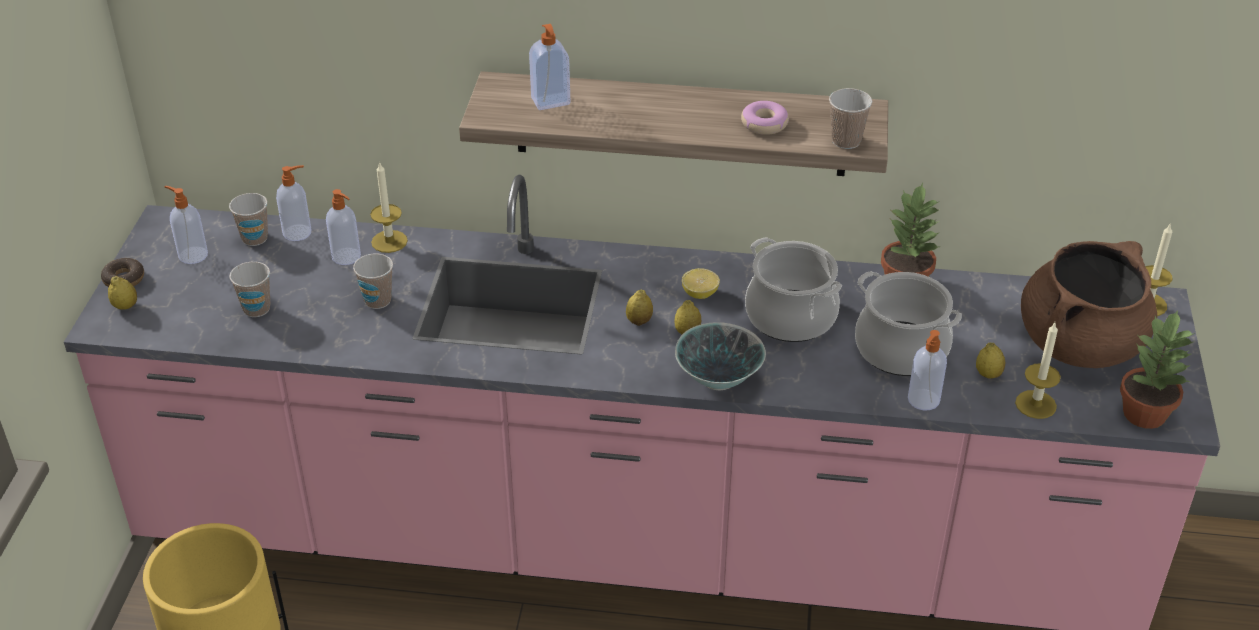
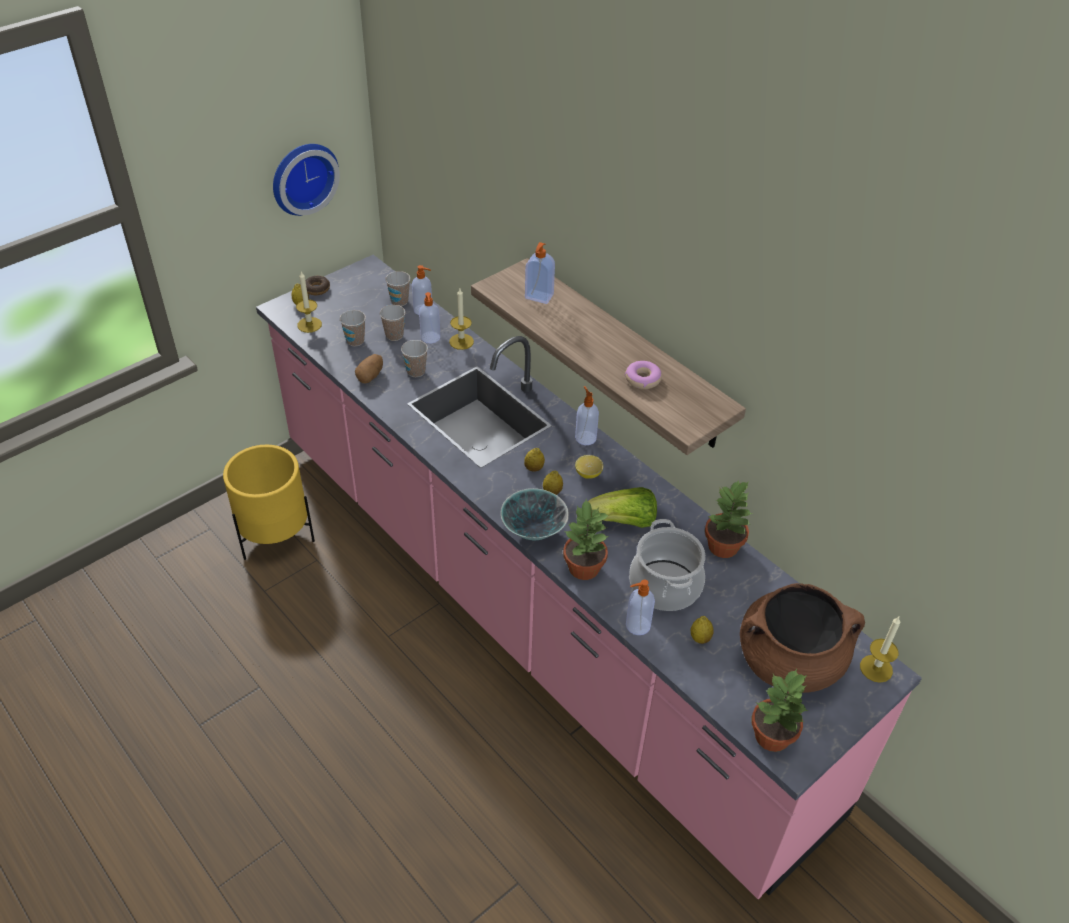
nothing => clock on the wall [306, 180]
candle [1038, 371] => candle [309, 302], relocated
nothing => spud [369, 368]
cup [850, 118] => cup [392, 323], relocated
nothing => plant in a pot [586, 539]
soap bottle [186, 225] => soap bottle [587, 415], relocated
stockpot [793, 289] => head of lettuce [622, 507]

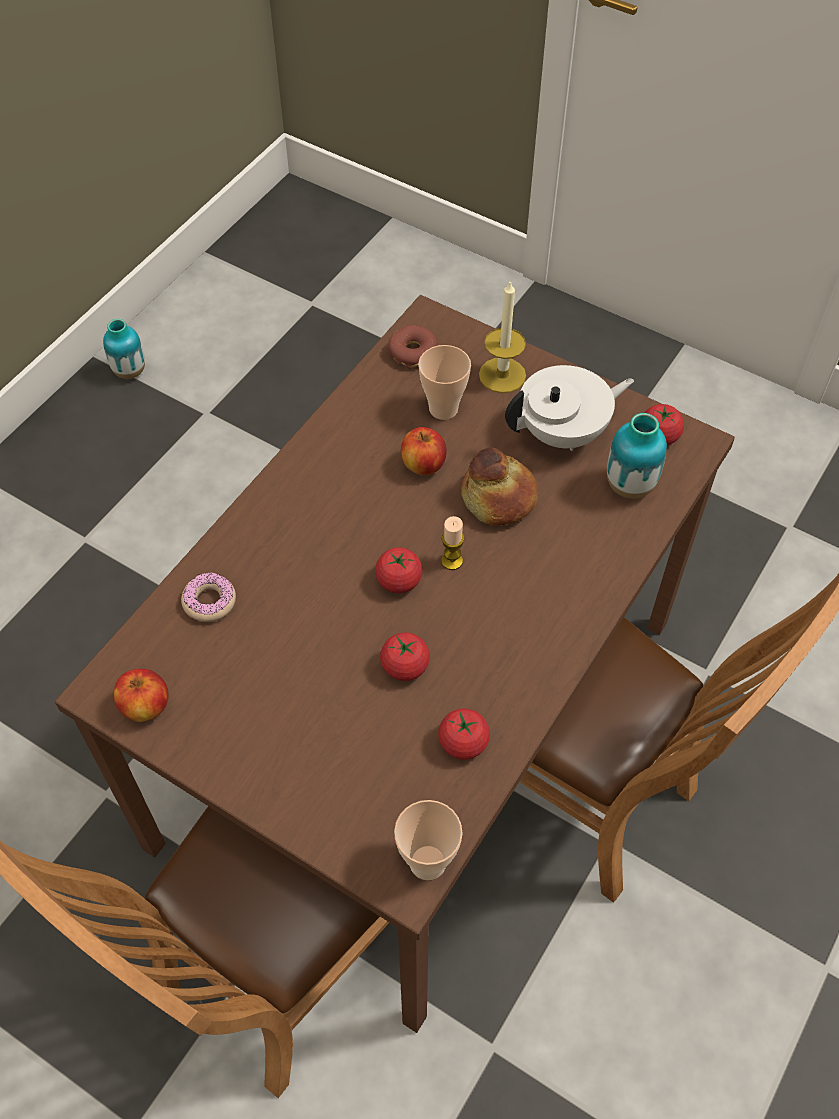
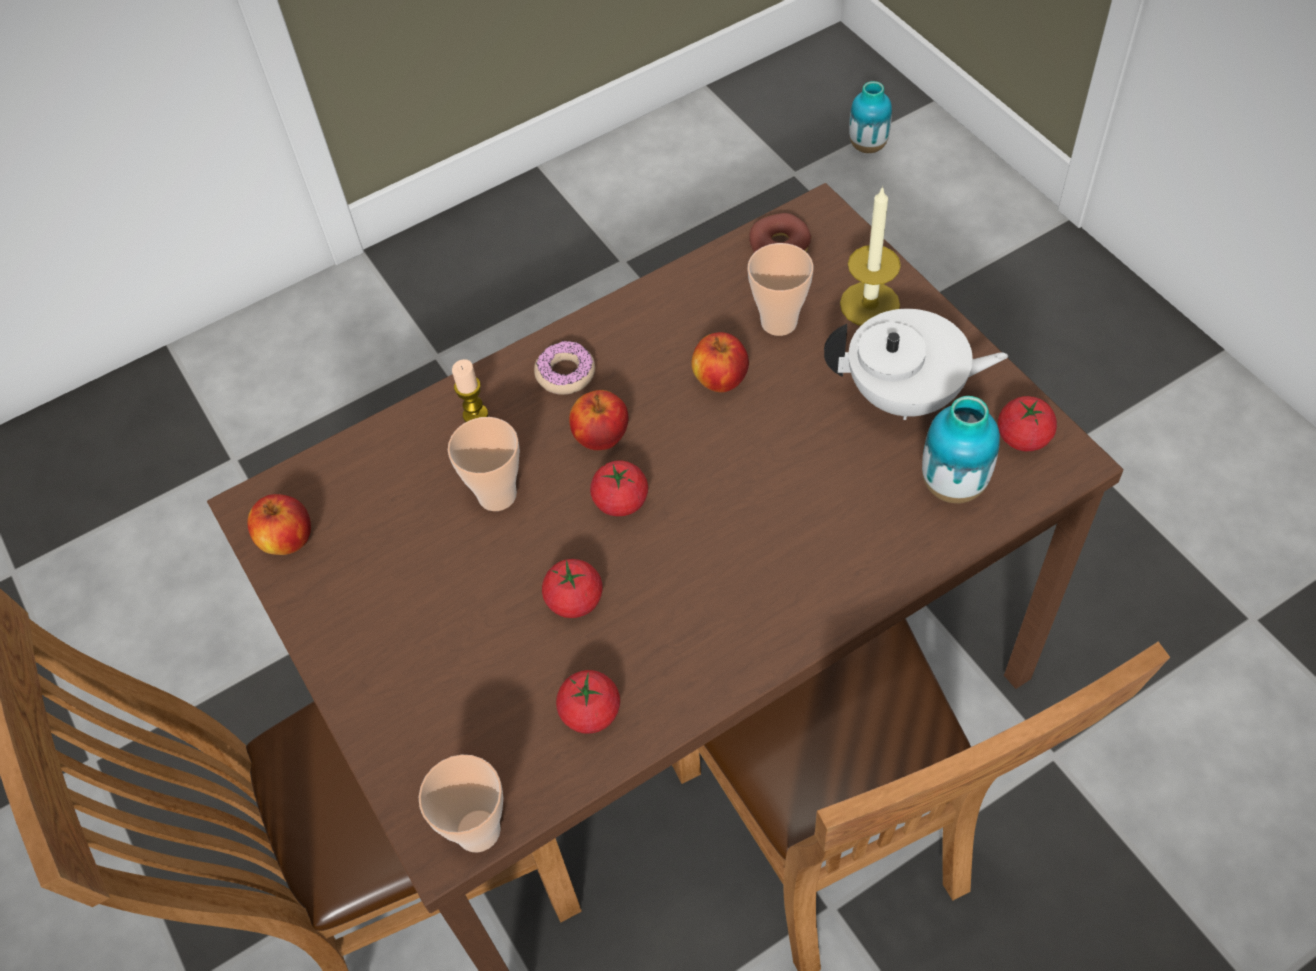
nothing => cup [484, 464]
candle [452, 543] => candle [470, 390], relocated
donut [208, 597] => donut [564, 367], relocated
nothing => apple [599, 420]
decorative vase [124, 349] => decorative vase [870, 117], relocated
bread [499, 486] => nothing

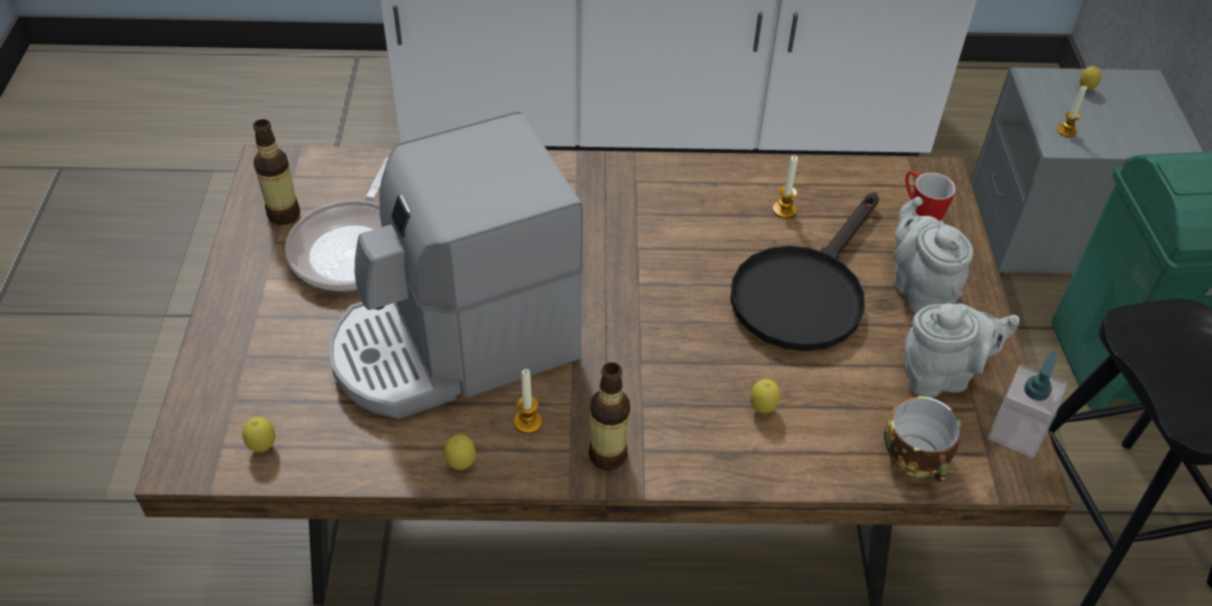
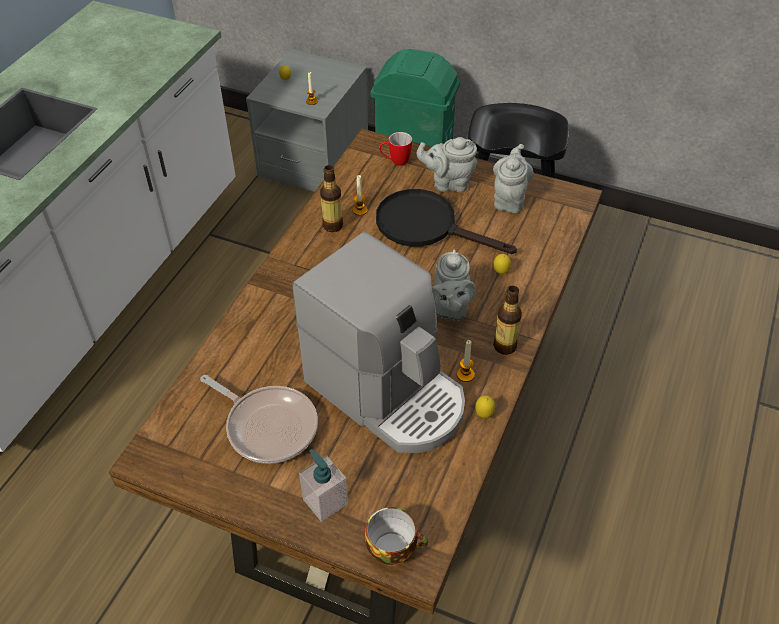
coffee brewer [456, 265] => coffee brewer [378, 342], 45 degrees counterclockwise
soap bottle [1027, 404] => soap bottle [323, 485], relocated
beverage bottle [276, 172] => beverage bottle [331, 198], relocated
cup [923, 439] => cup [396, 536], relocated
black-coloured pan [804, 271] => black-coloured pan [446, 221], 150 degrees clockwise
nothing => grey pot for tea [454, 285]
lemon [259, 434] => nothing

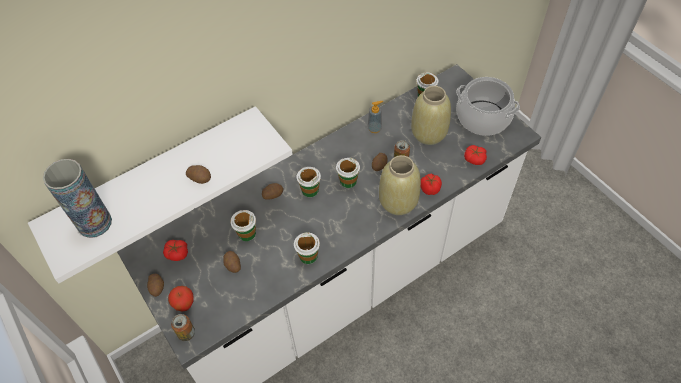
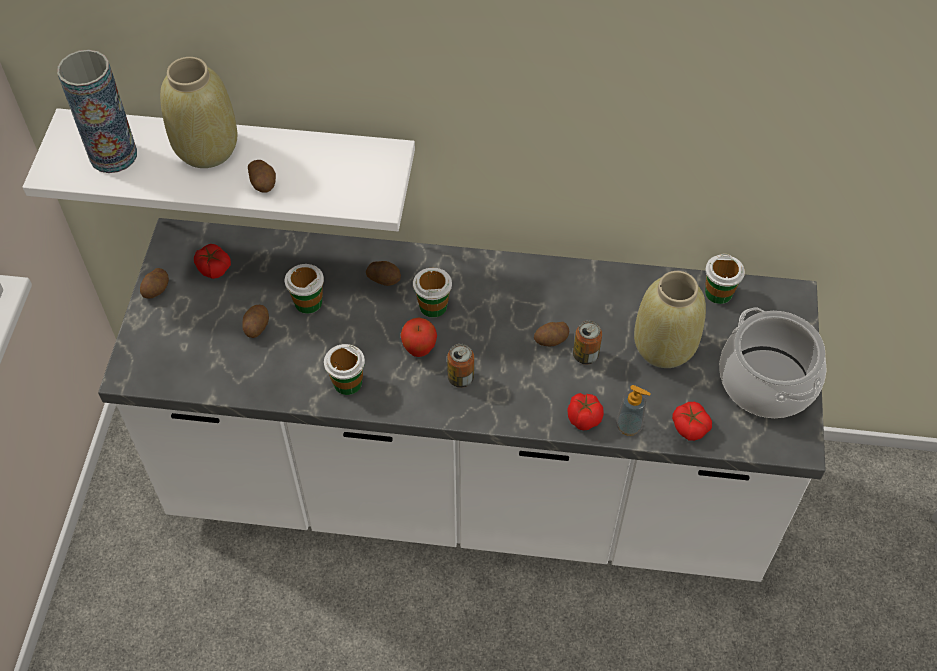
beige decorative vase [400, 185] => beige decorative vase [199, 112], relocated
apple [181, 298] => apple [418, 337], relocated
metal can [183, 327] => metal can [460, 366], relocated
soap bottle [375, 117] => soap bottle [633, 410], relocated
cup [348, 173] => nothing

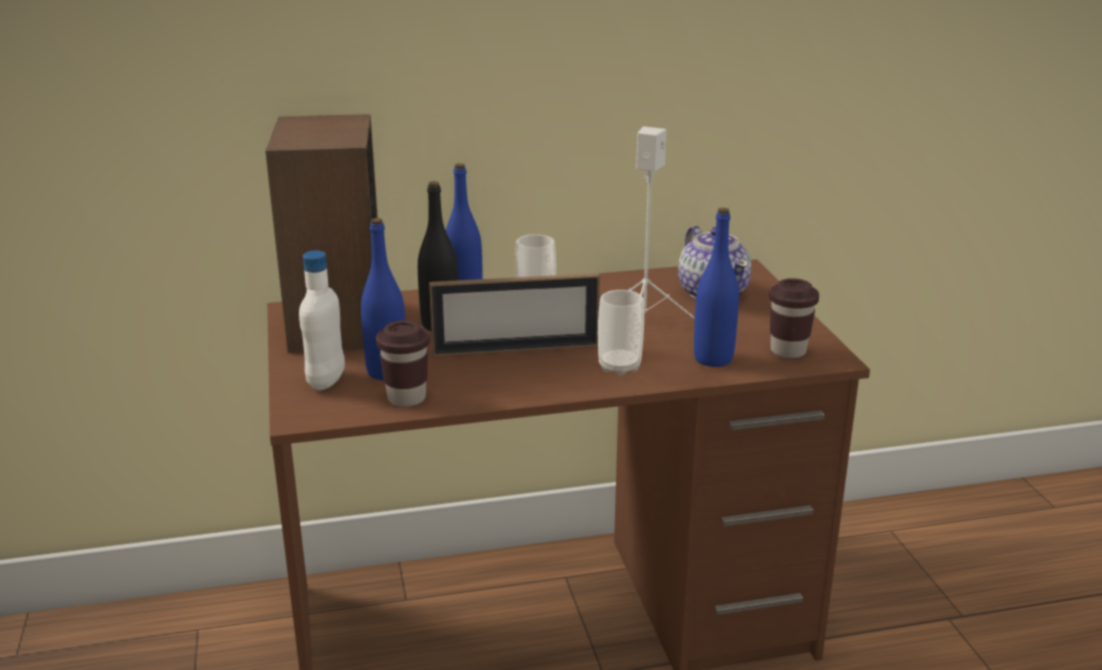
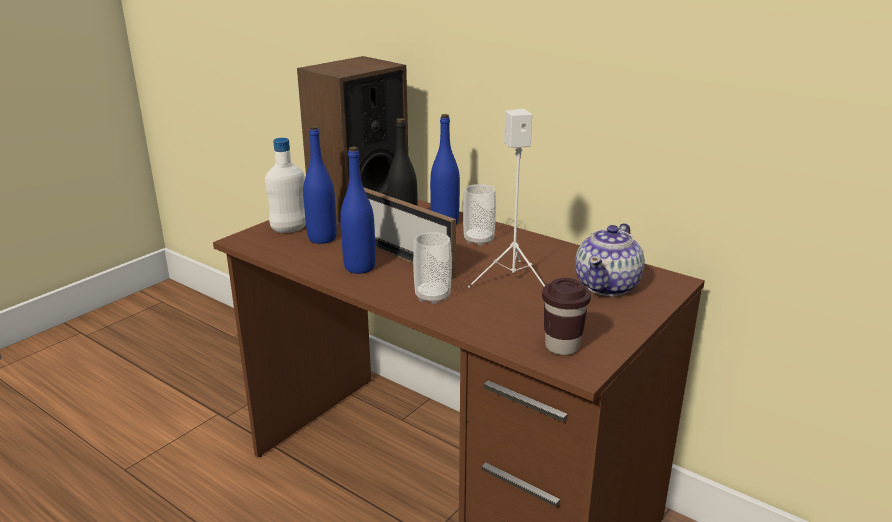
blue-coloured beverage bottle [716, 287] => blue-coloured beverage bottle [357, 210], relocated
brown-coloured cup [403, 363] => nothing

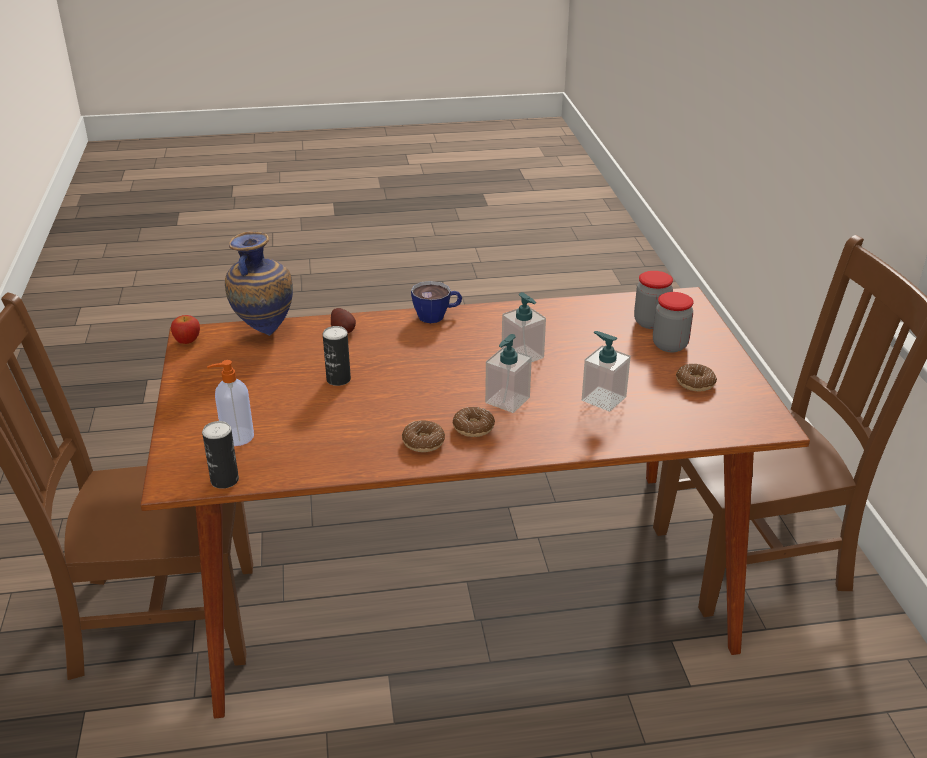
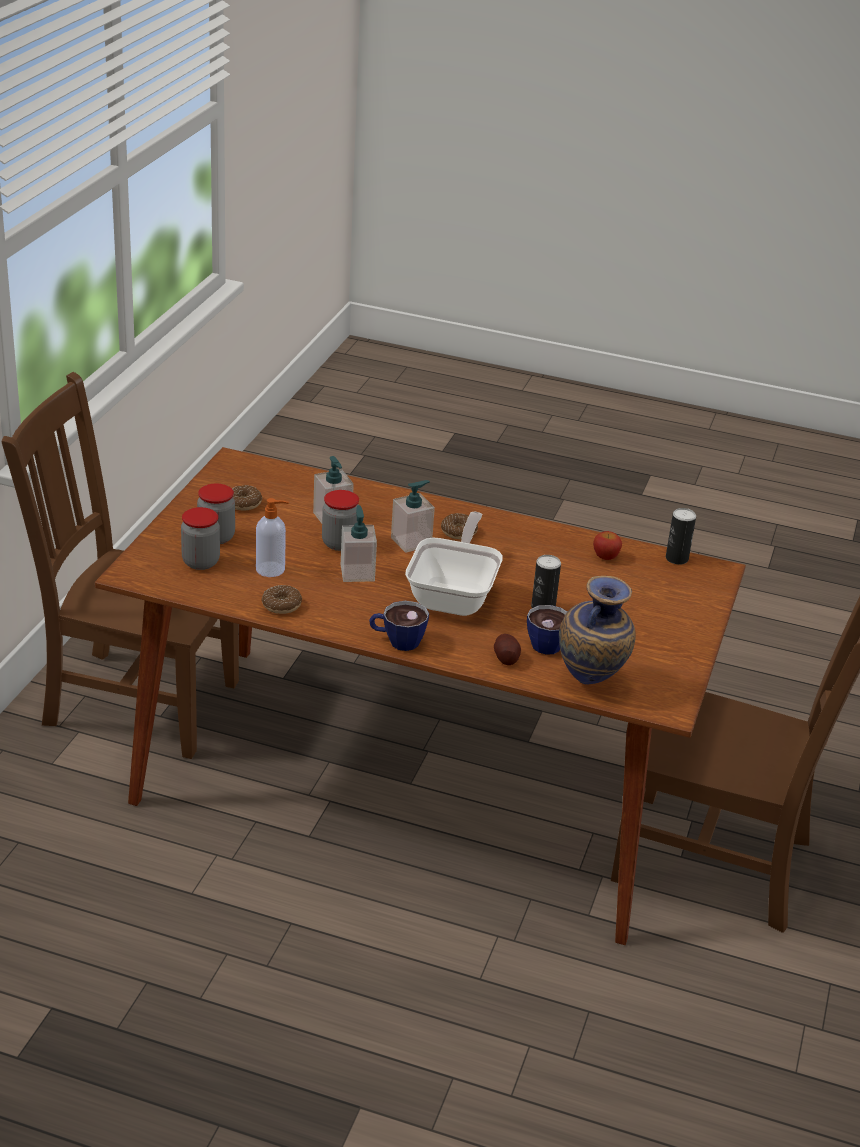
soap bottle [230, 403] => soap bottle [272, 537], relocated
donut [423, 436] => donut [281, 599], relocated
nothing => preserve jar [340, 520]
nothing => pan [454, 564]
nothing => cup [547, 630]
apple [185, 329] => apple [607, 545], relocated

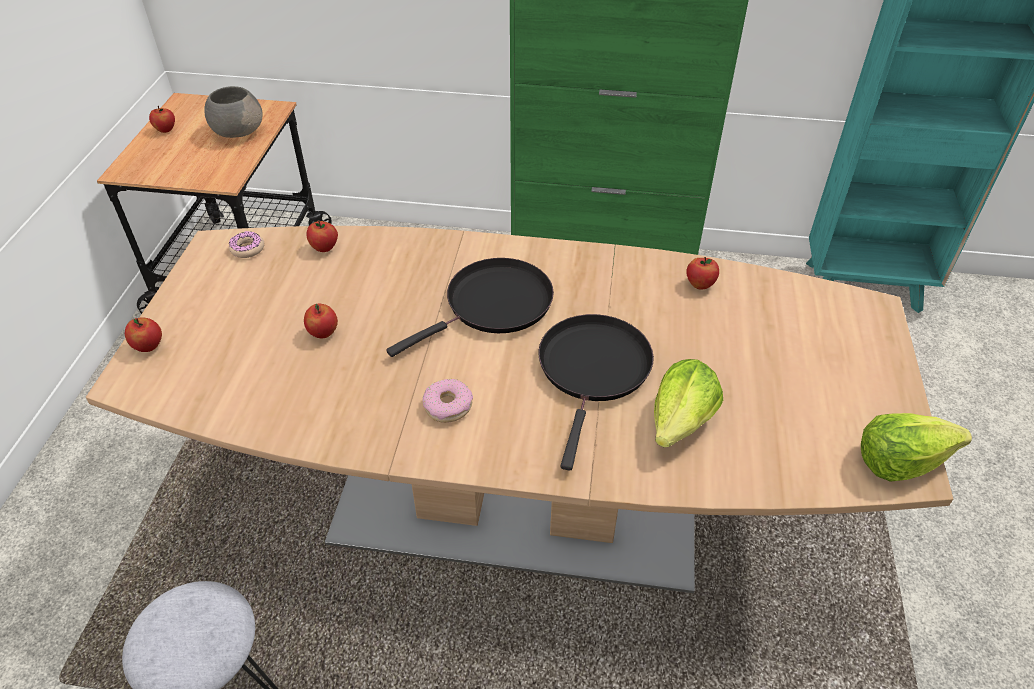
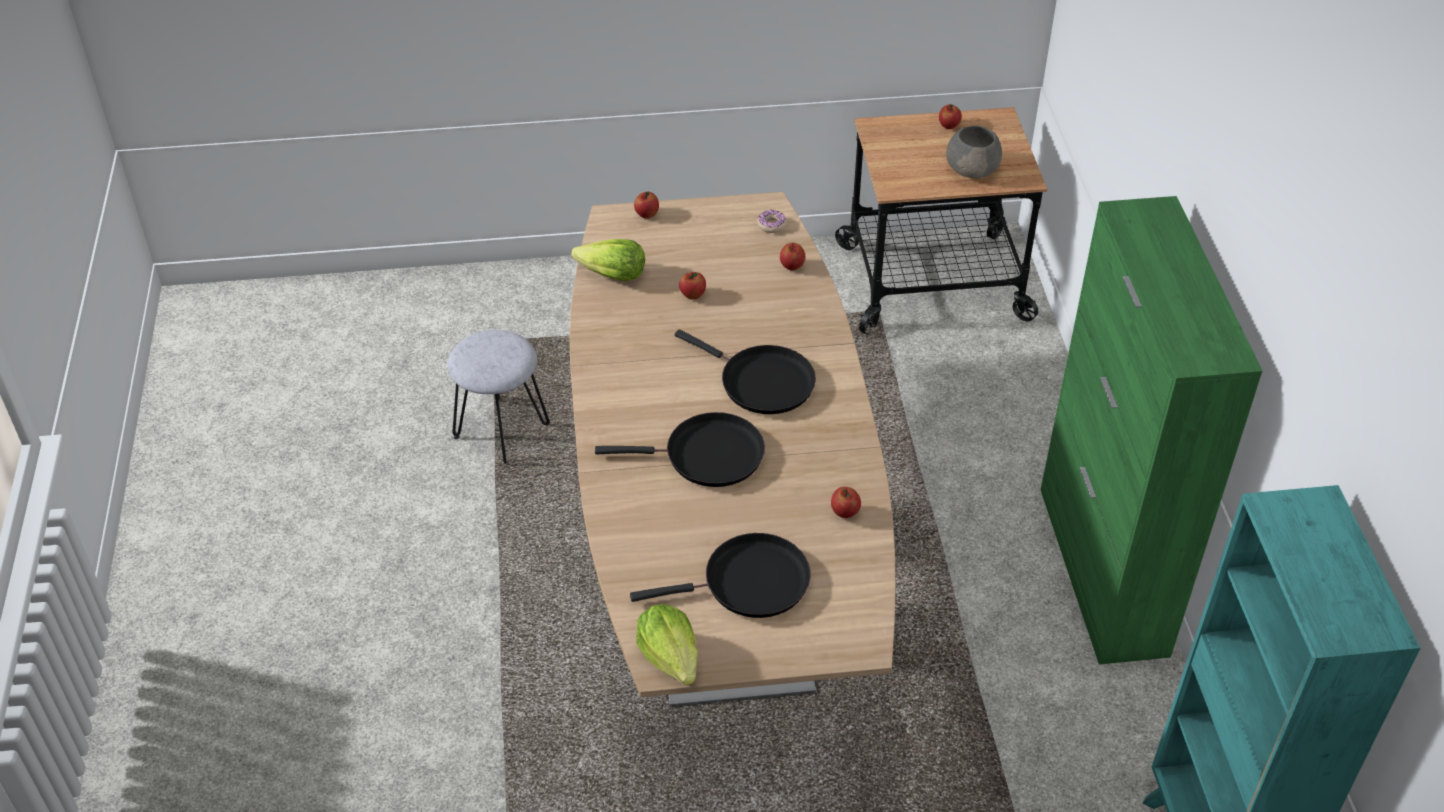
head of lettuce [688, 403] => head of lettuce [608, 260], relocated
nothing => black-coloured pan [720, 575]
donut [448, 401] => nothing

